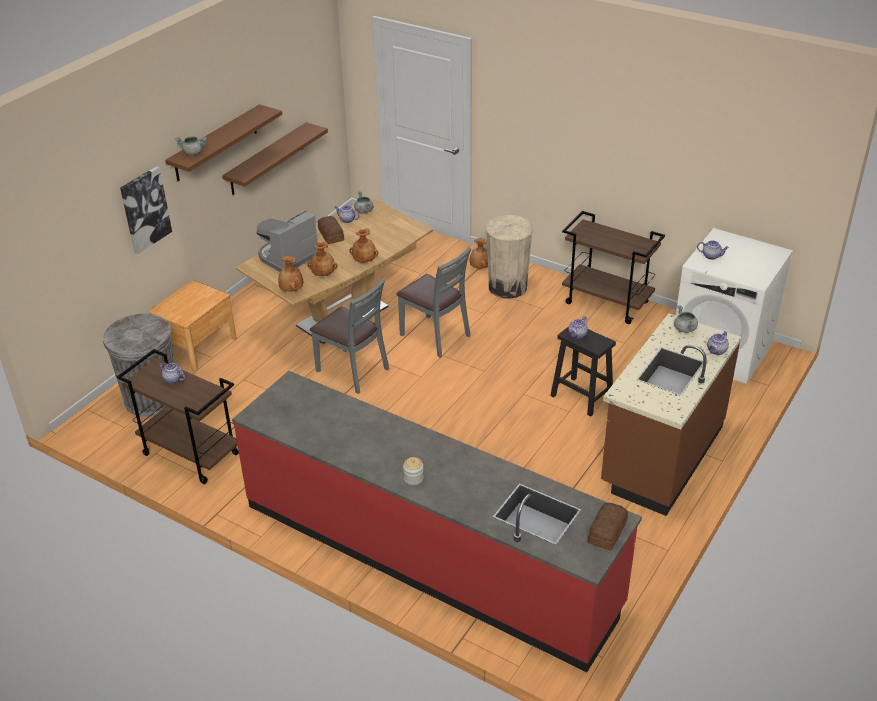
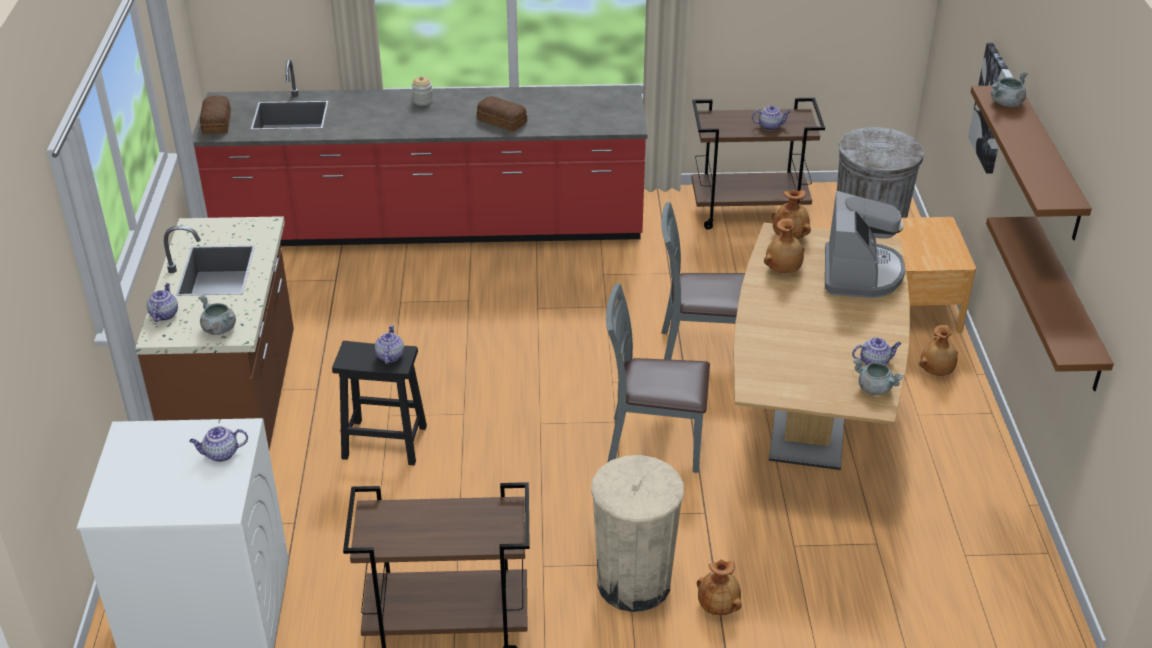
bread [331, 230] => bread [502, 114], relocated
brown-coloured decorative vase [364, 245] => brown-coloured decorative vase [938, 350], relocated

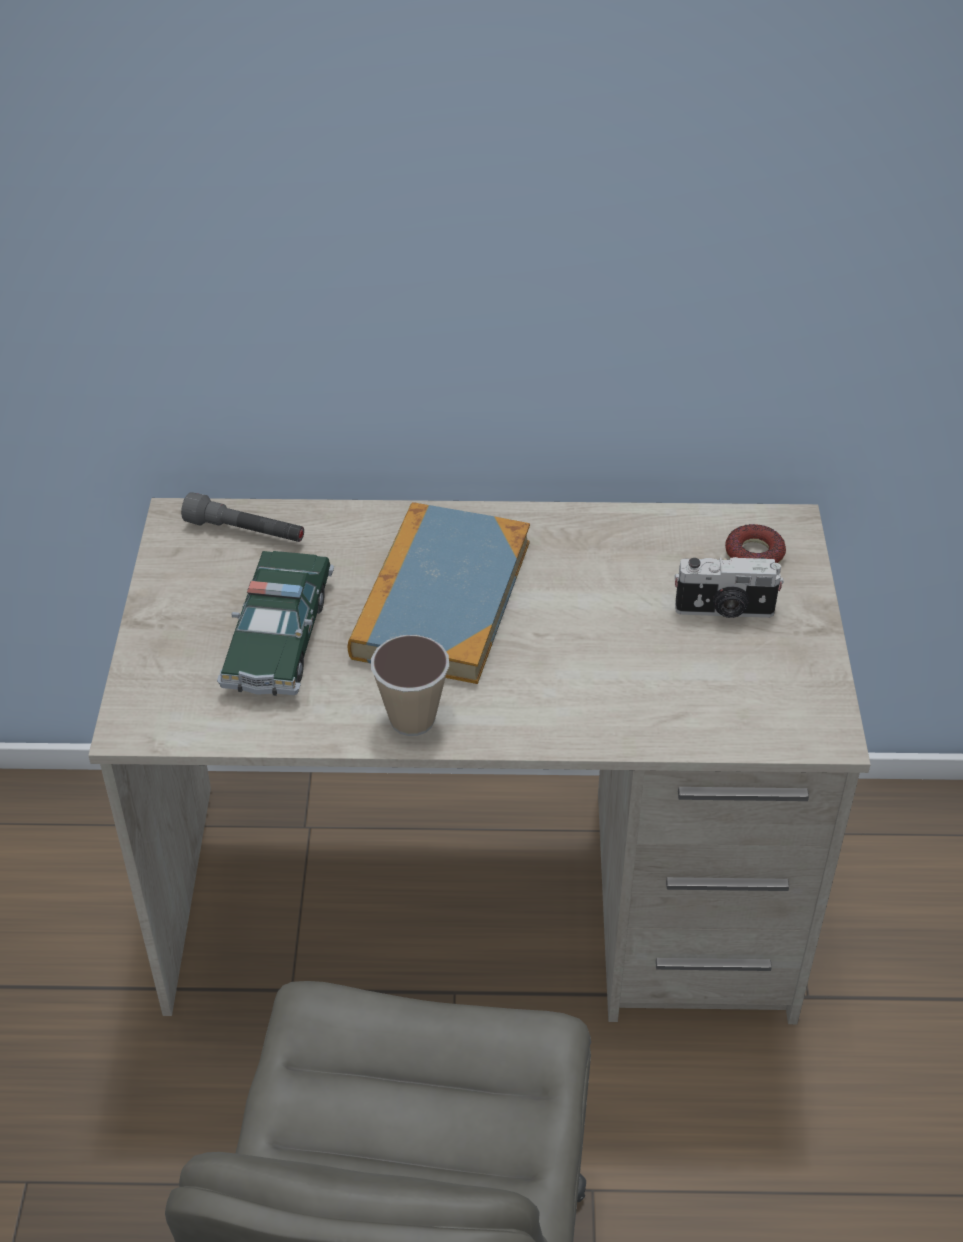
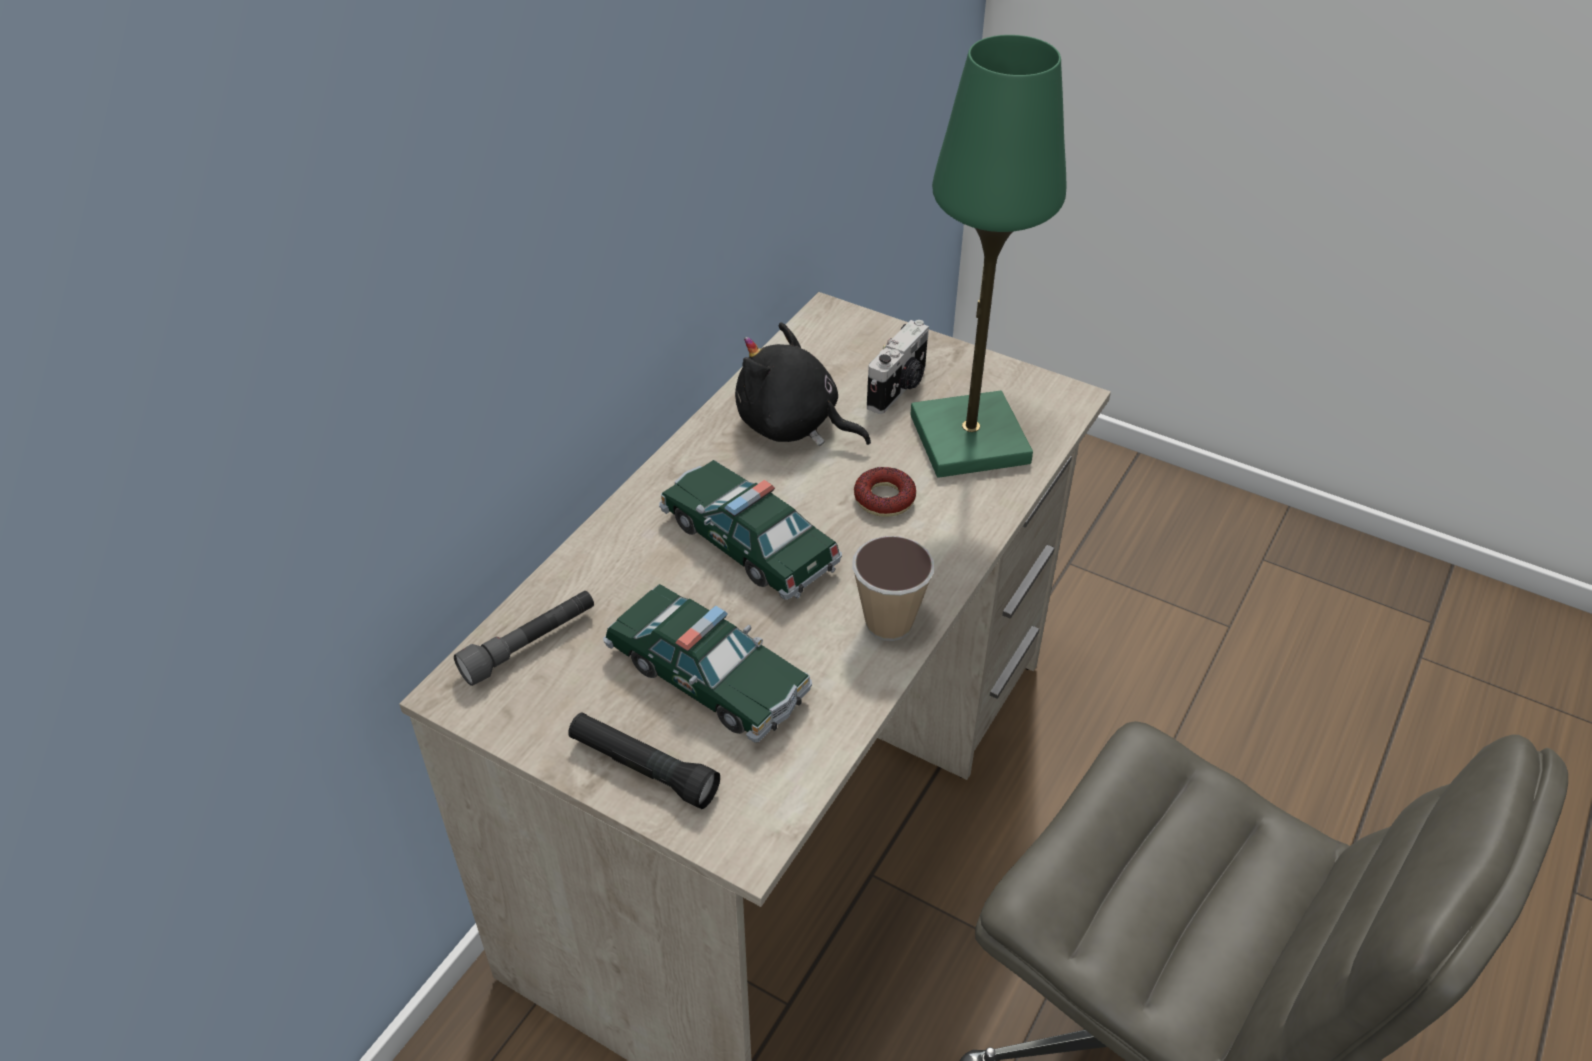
nothing => black-coloured torch [644, 760]
volume [438, 593] => model car [750, 530]
nothing => black-coloured soft toy [803, 384]
donut [755, 543] => donut [885, 492], relocated
nothing => greenish lamp for a table [988, 256]

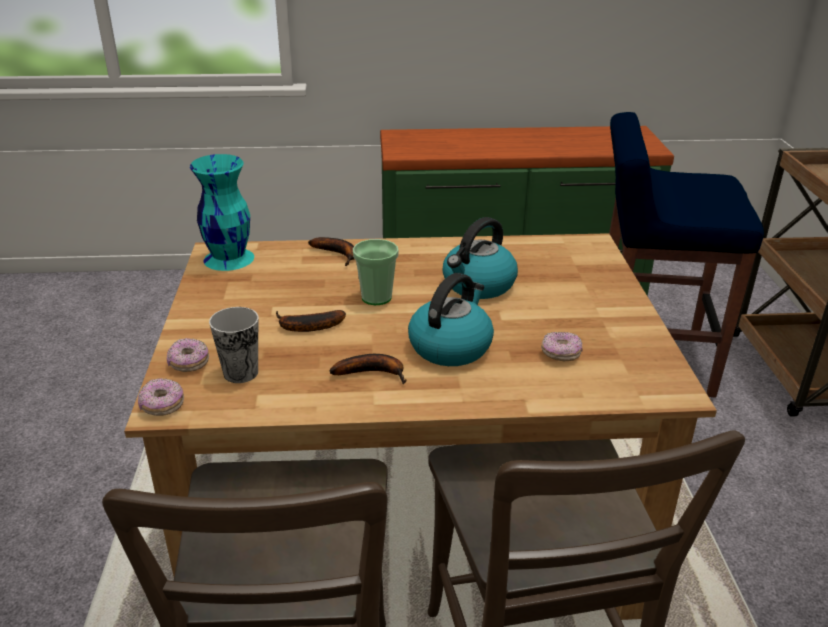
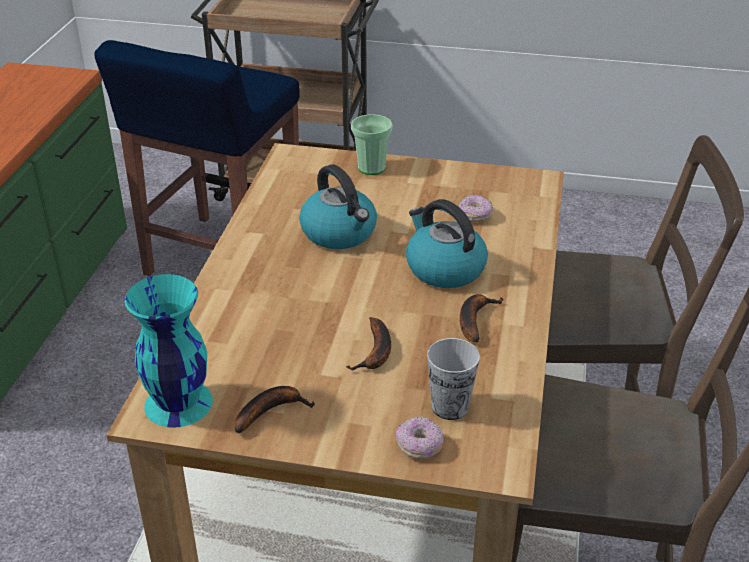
banana [331, 251] => banana [274, 410], relocated
cup [376, 272] => cup [372, 144], relocated
donut [161, 397] => nothing

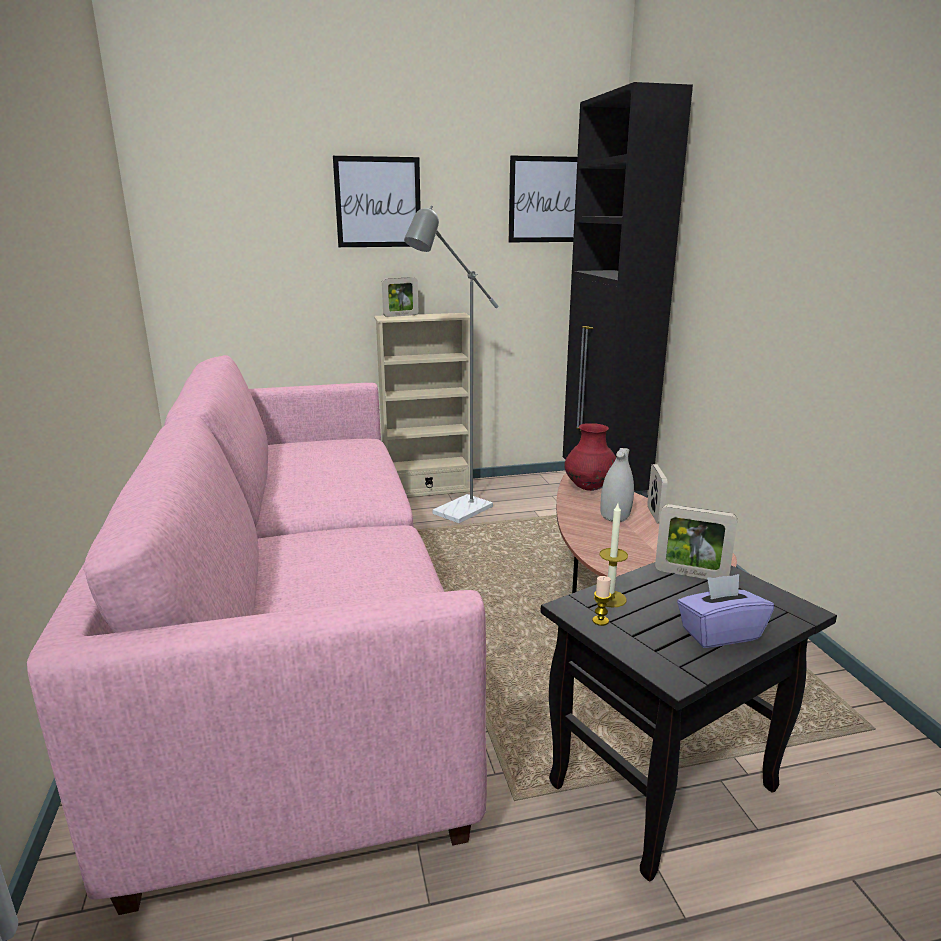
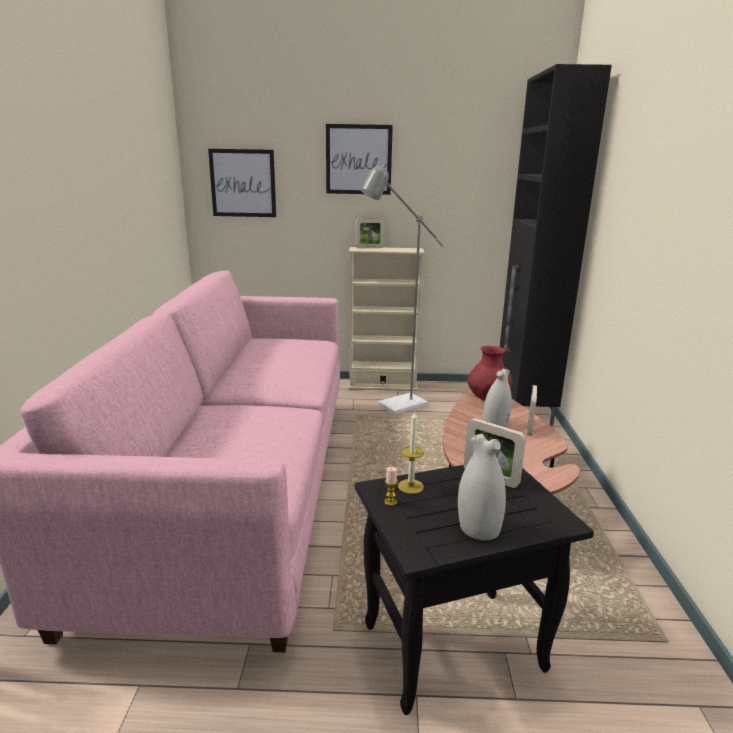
wall art [543, 198] => wall art [242, 183], relocated
purple tissue holder [725, 611] => white-coloured decorative vase [482, 487]

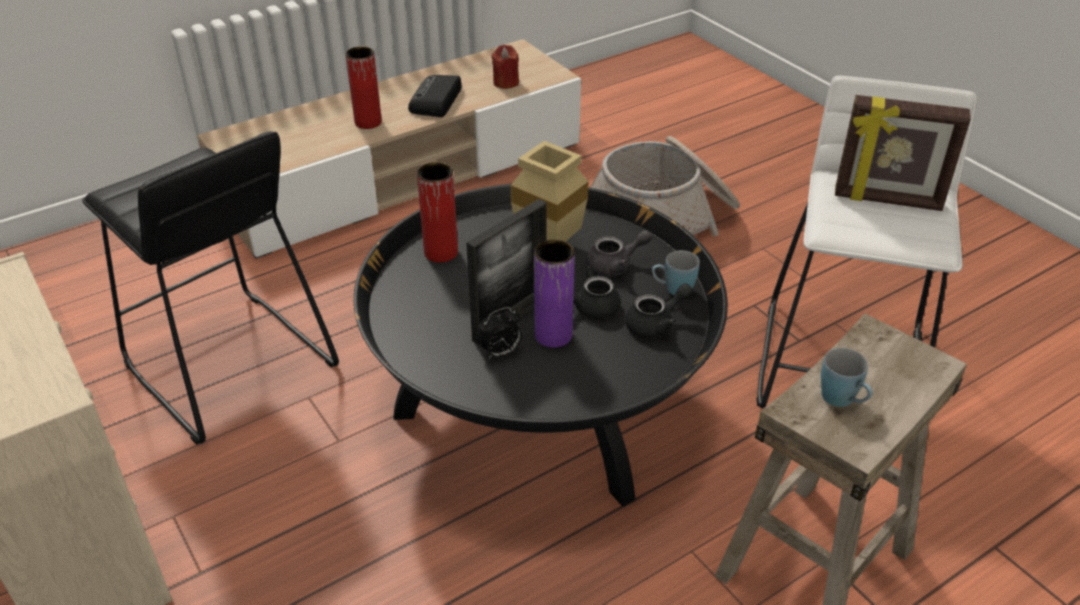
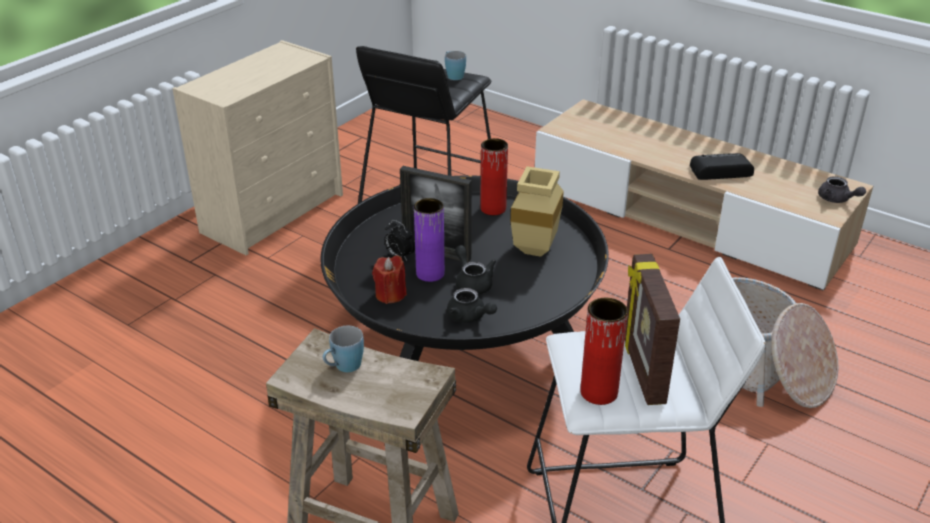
red candle [505, 67] => red candle [389, 279], relocated
blue-coloured mug [676, 273] => blue-coloured mug [455, 65], relocated
red decorative vase [364, 87] => red decorative vase [604, 351], relocated
grey pot for tea [619, 253] => grey pot for tea [842, 189], relocated

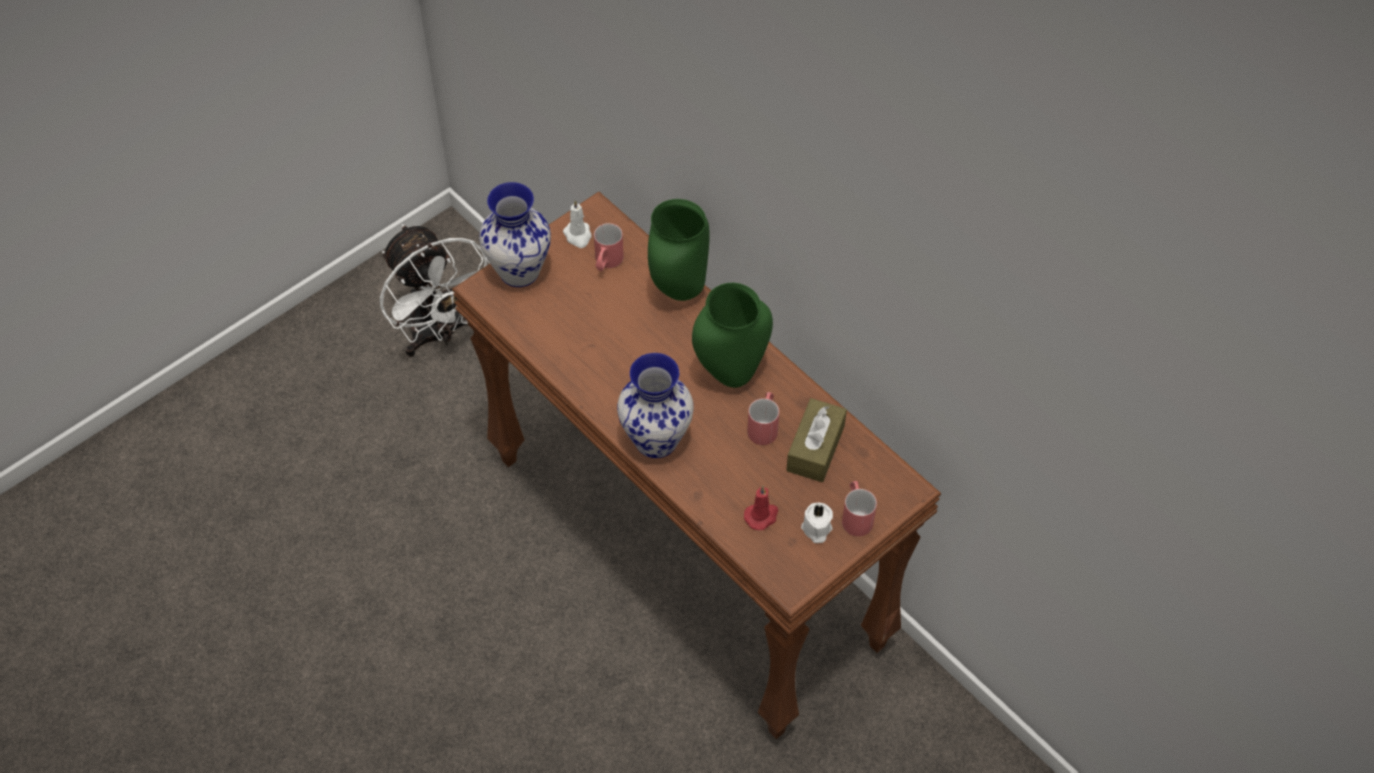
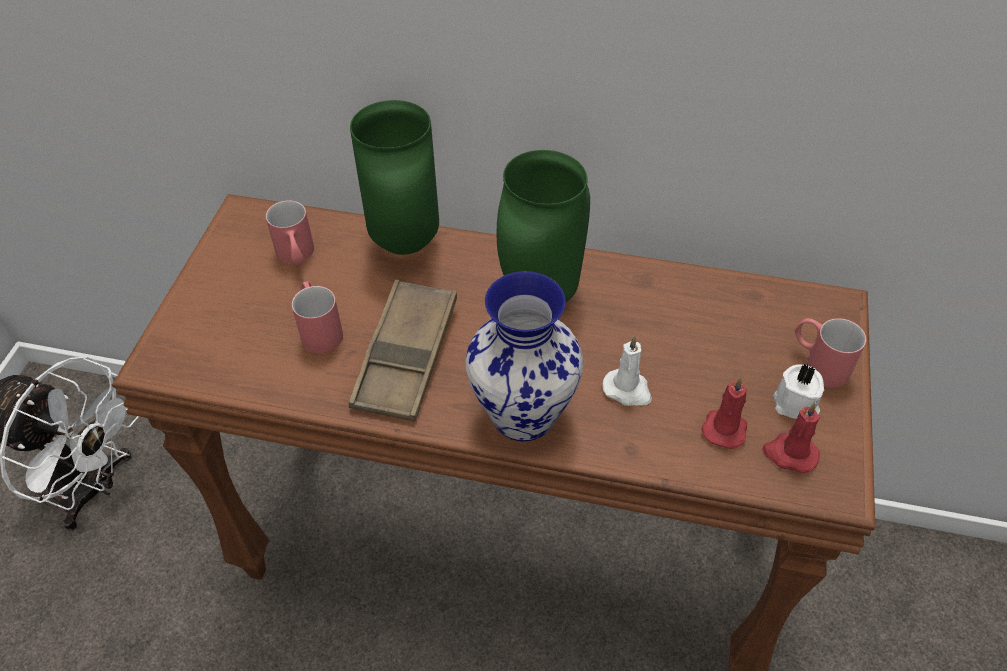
red mug [763, 418] => red mug [317, 317], relocated
nothing => brown-coloured serving tray [402, 350]
white-coloured candle [577, 224] => white-coloured candle [627, 371], relocated
nothing => red candle [791, 437]
decorative vase [515, 234] => nothing
brown-coloured tissue holder [816, 440] => nothing

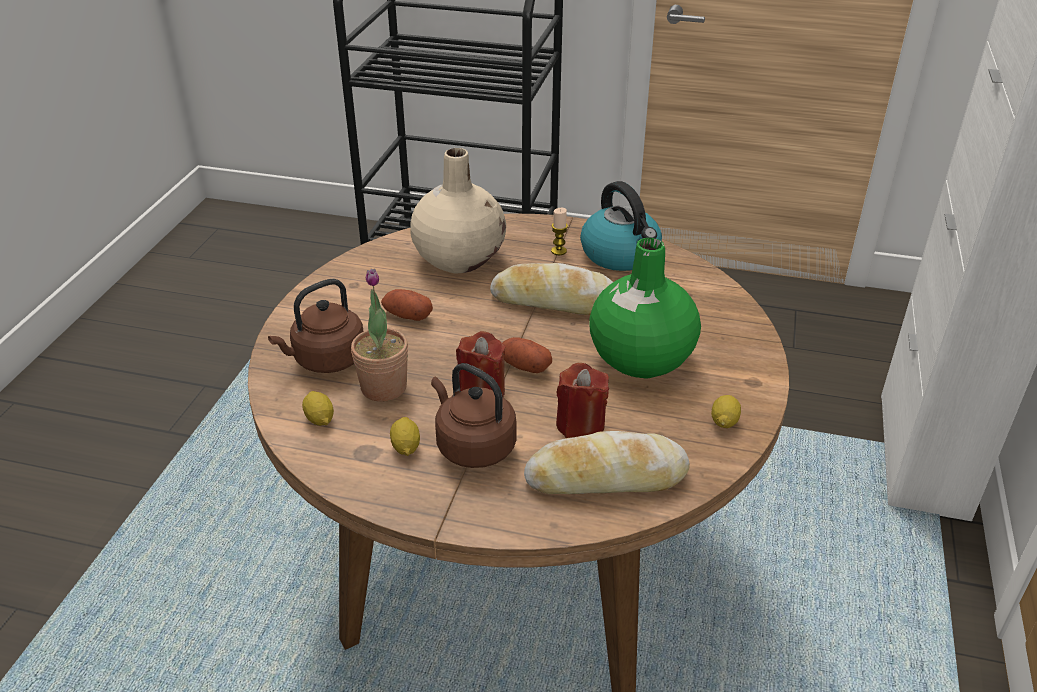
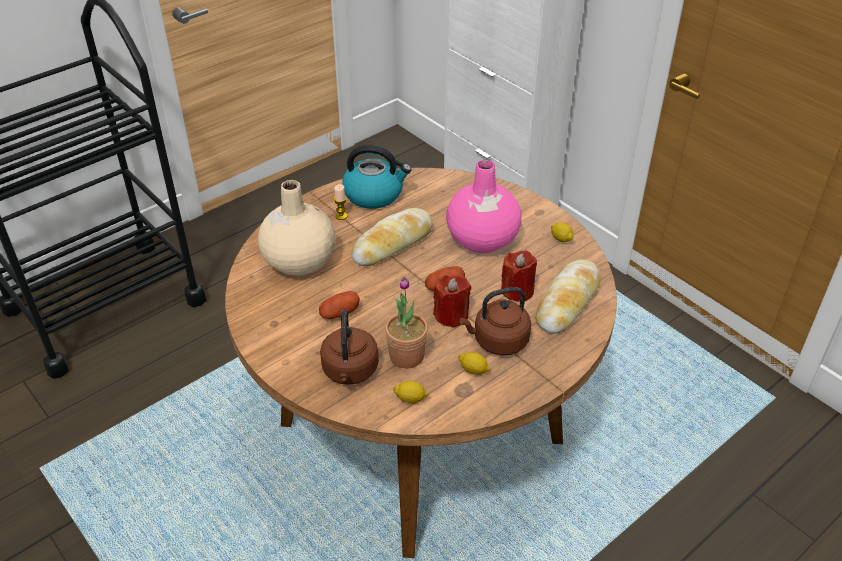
greenish decorative vase [645, 308] => pink decorative vase [484, 206]

